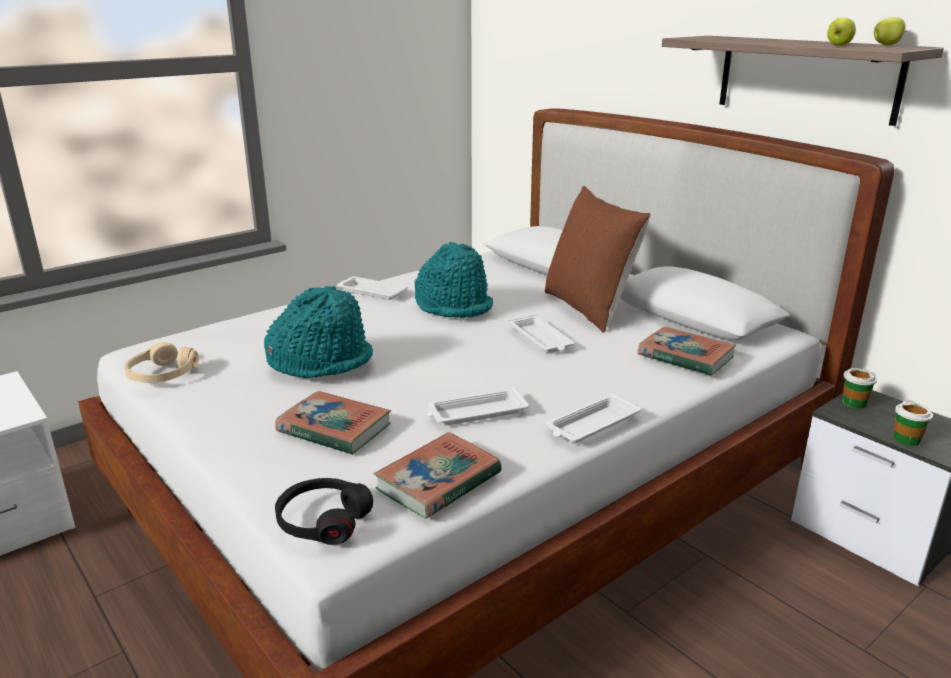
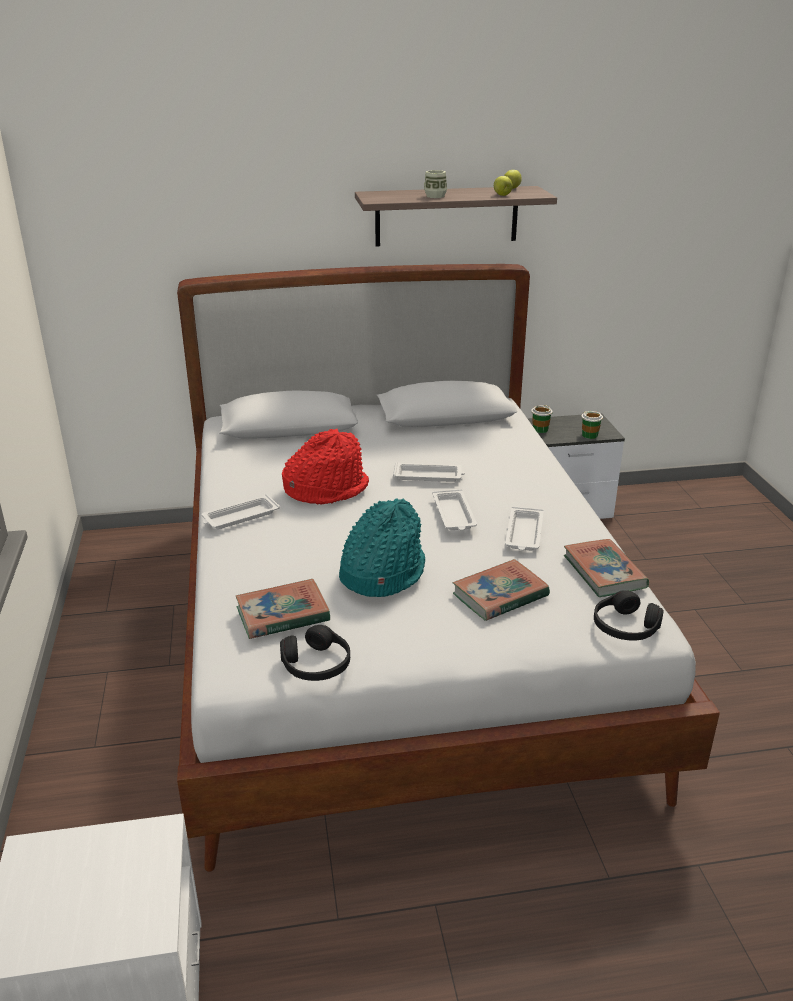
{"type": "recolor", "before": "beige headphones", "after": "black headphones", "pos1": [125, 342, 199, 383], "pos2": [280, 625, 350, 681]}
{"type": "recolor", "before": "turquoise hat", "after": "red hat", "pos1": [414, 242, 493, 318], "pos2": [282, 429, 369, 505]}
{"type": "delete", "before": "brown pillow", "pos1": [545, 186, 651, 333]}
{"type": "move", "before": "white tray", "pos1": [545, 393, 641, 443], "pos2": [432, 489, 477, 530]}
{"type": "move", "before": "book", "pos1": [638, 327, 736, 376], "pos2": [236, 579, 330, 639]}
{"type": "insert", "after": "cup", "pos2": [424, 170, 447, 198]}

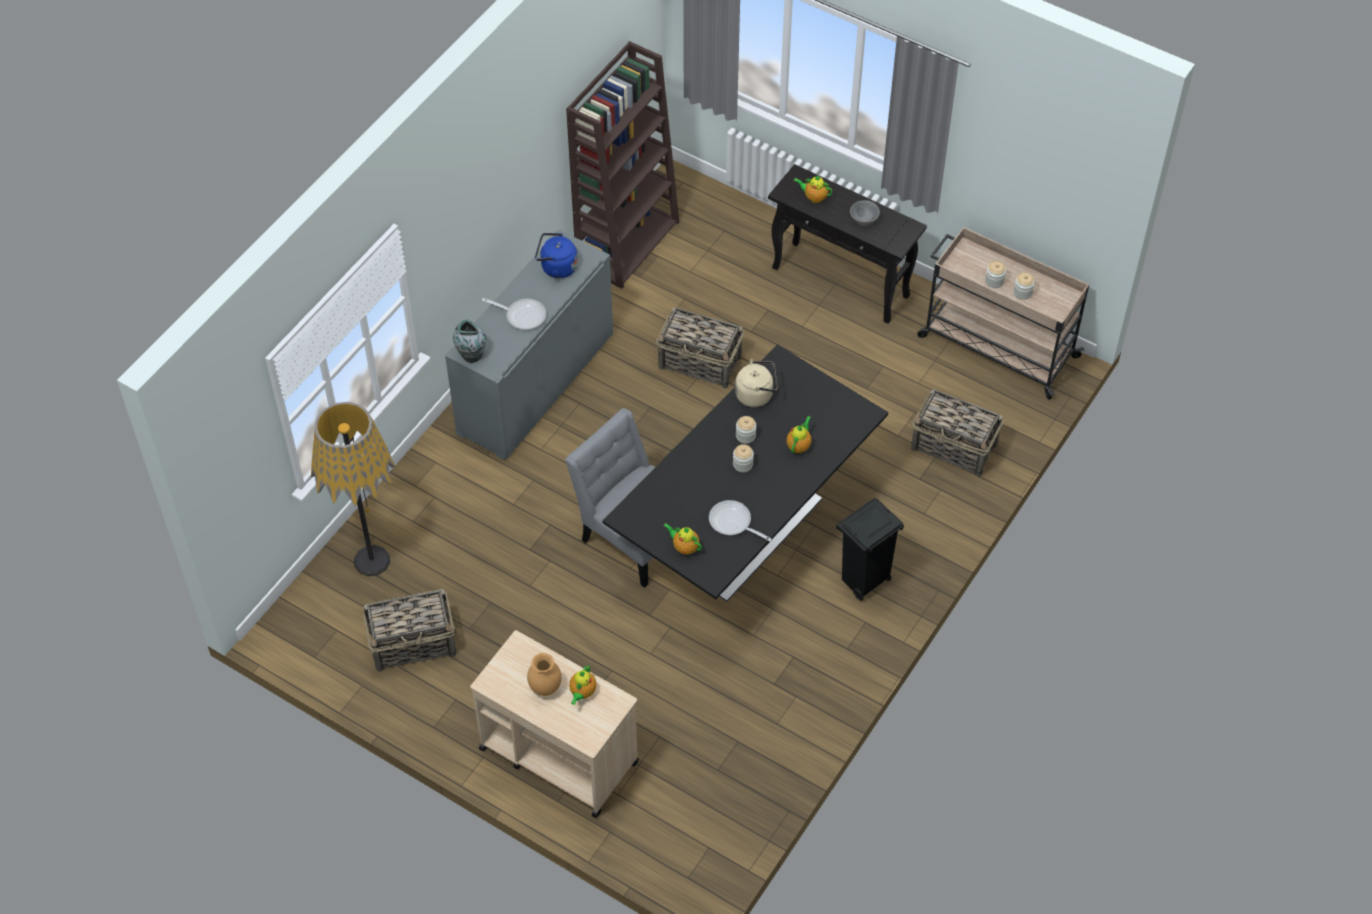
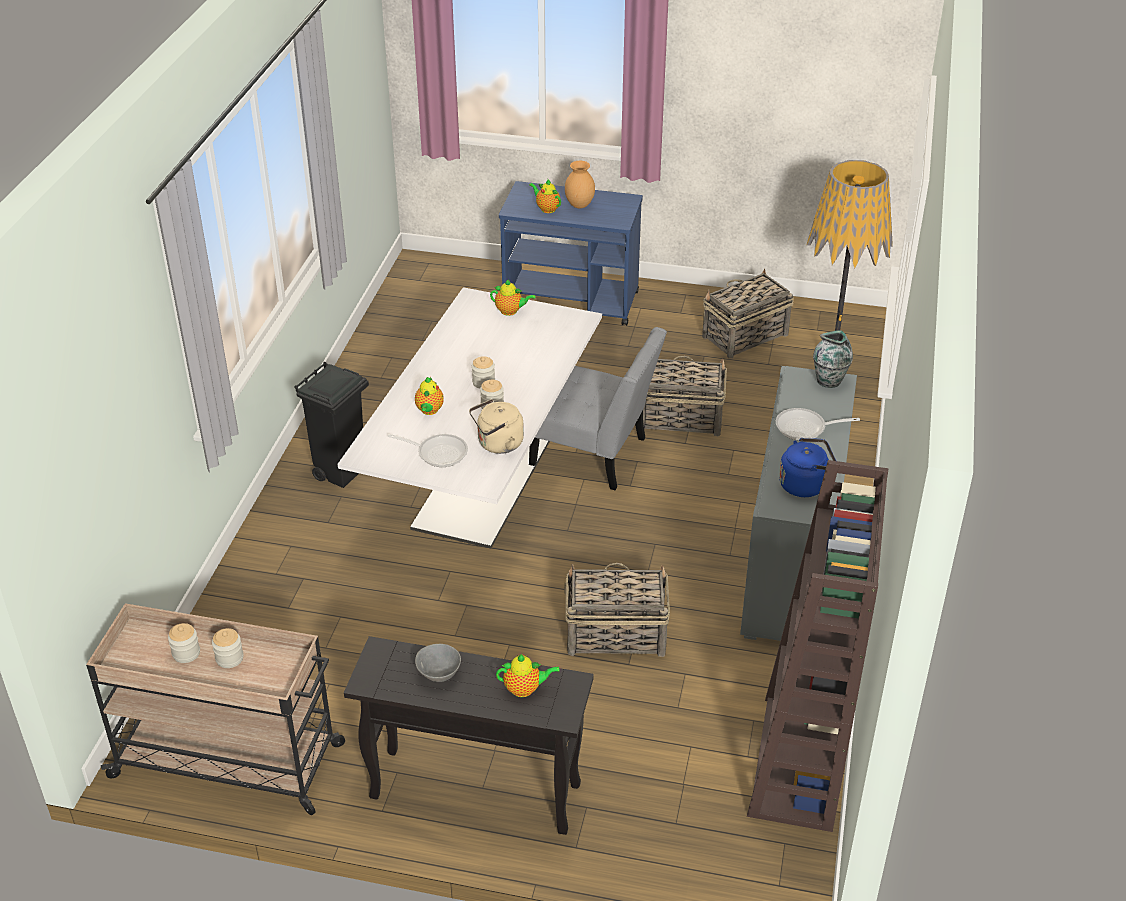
{"type": "recolor", "before": "beige cart", "after": "blue cart", "pos1": [470, 630, 639, 818], "pos2": [499, 181, 643, 326]}
{"type": "rotate", "before": "teapot", "pos1": [569, 666, 597, 705], "pos2": [529, 180, 561, 213], "turn": -45}
{"type": "recolor", "before": "black dining table", "after": "white dining table", "pos1": [603, 344, 888, 602], "pos2": [338, 287, 602, 548]}
{"type": "move", "before": "frying pan", "pos1": [709, 500, 772, 541], "pos2": [388, 434, 468, 467]}
{"type": "move", "before": "basket", "pos1": [911, 389, 1004, 477], "pos2": [643, 356, 727, 436]}

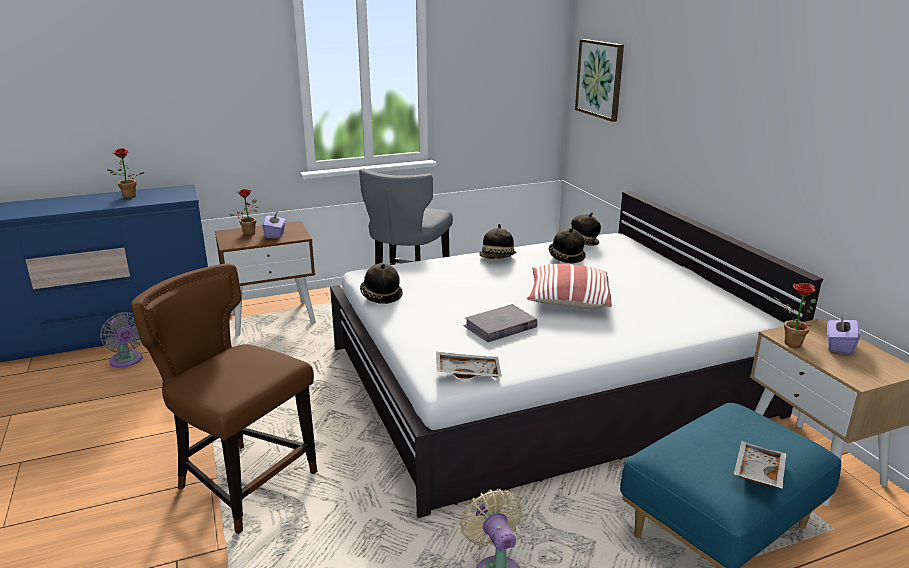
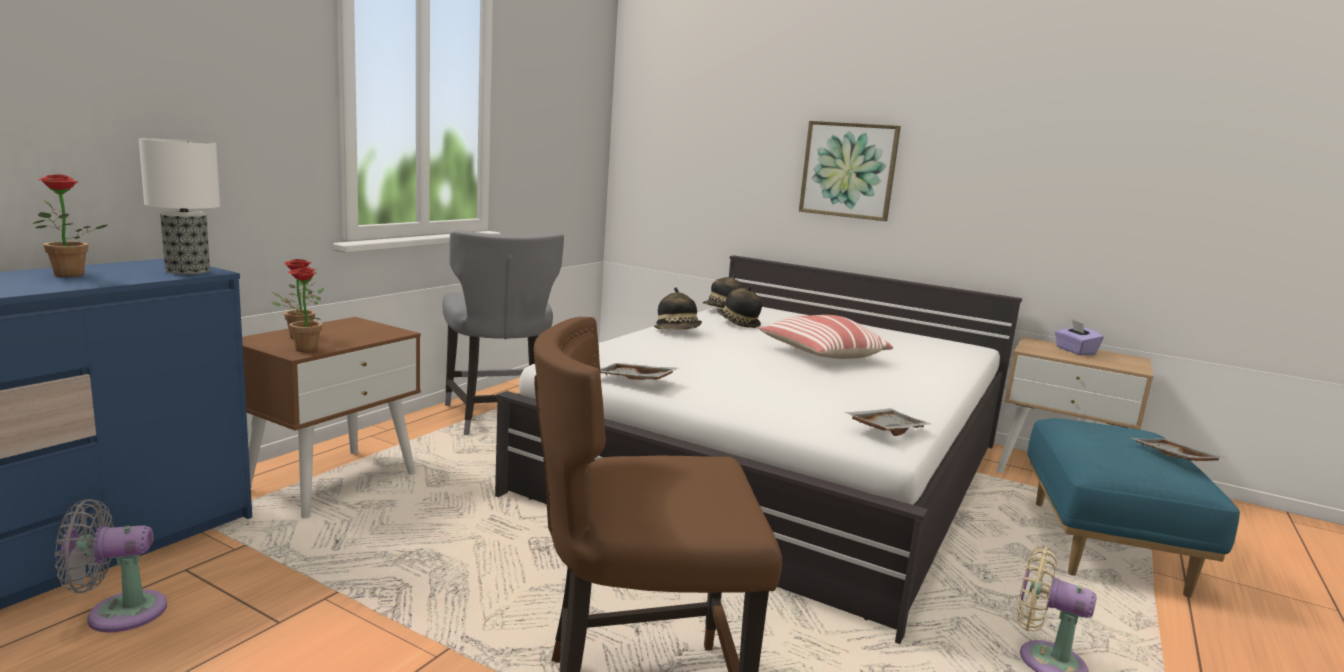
{"type": "rotate", "before": "grey fan", "pos1": [100, 312, 143, 368], "pos2": [55, 499, 167, 633], "turn": 150}
{"type": "delete", "before": "purple tissue box", "pos1": [262, 211, 286, 238]}
{"type": "replace", "before": "hat", "after": "grey tray", "pos1": [360, 263, 403, 304], "pos2": [600, 363, 678, 380]}
{"type": "delete", "before": "grey book", "pos1": [463, 304, 538, 342]}
{"type": "move", "before": "picture", "pos1": [575, 39, 624, 122], "pos2": [799, 121, 901, 221]}
{"type": "move", "before": "potted plant", "pos1": [774, 283, 816, 348], "pos2": [272, 267, 324, 352]}
{"type": "insert", "after": "table lamp", "pos2": [139, 138, 220, 274]}

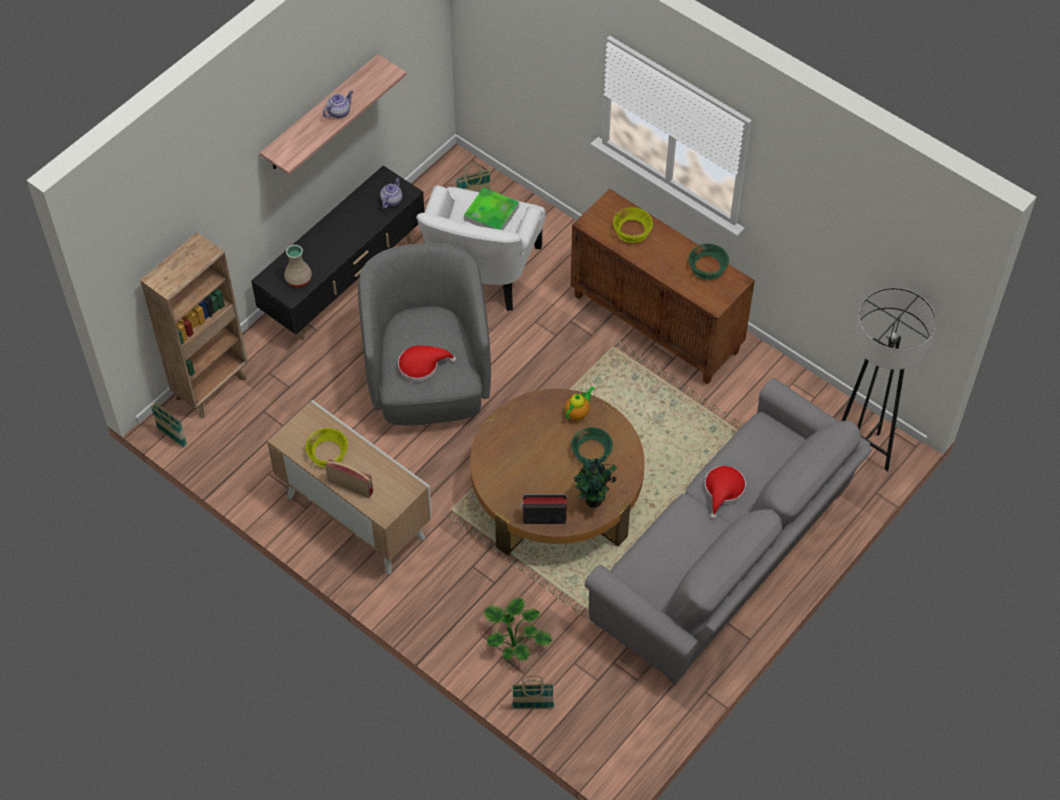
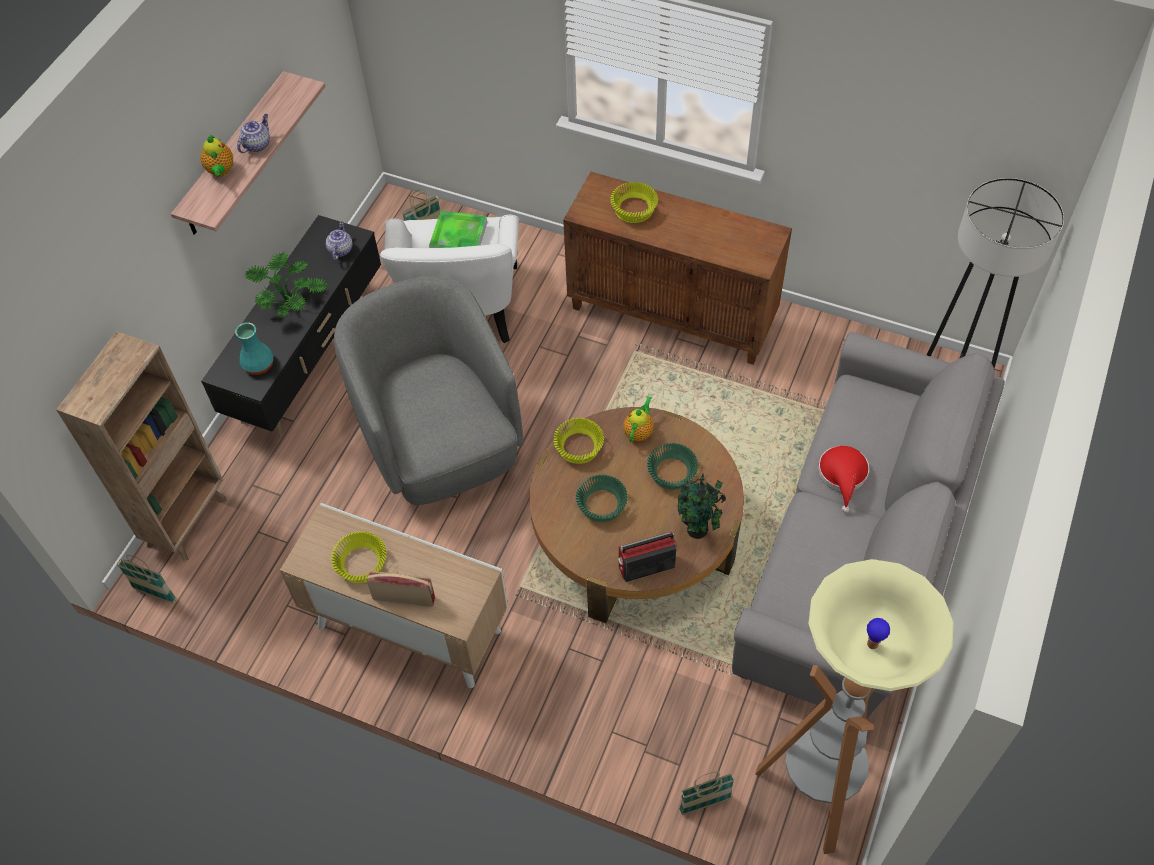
{"type": "recolor", "before": "beige vase", "after": "turquoise vase", "pos1": [284, 245, 312, 287], "pos2": [235, 322, 274, 375]}
{"type": "delete", "before": "red hat", "pos1": [398, 345, 456, 382]}
{"type": "move", "before": "potted plant", "pos1": [483, 597, 553, 661], "pos2": [245, 252, 328, 318]}
{"type": "move", "before": "green bowl", "pos1": [688, 243, 729, 280], "pos2": [576, 474, 628, 522]}
{"type": "insert", "after": "teapot", "pos2": [200, 135, 233, 177]}
{"type": "insert", "after": "yellow bowl", "pos2": [553, 418, 604, 464]}
{"type": "insert", "after": "floor lamp", "pos2": [755, 559, 954, 854]}

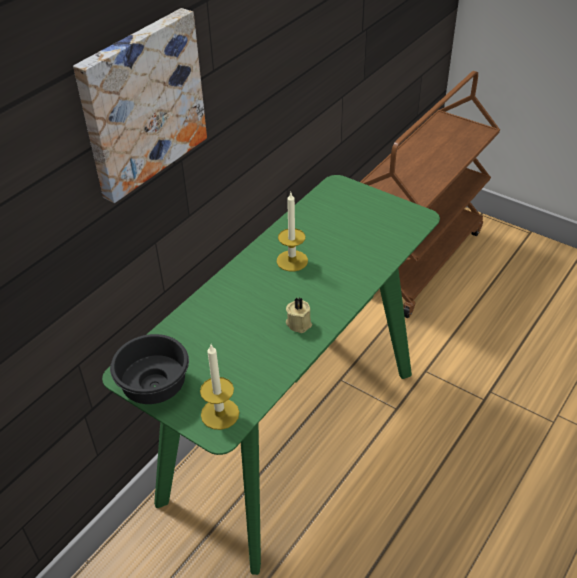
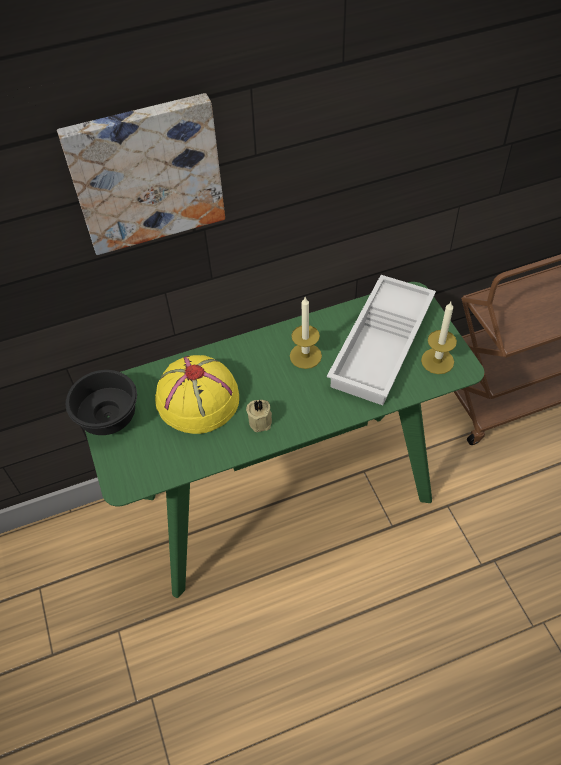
{"type": "move", "before": "candle", "pos1": [200, 345, 239, 430], "pos2": [421, 302, 457, 374]}
{"type": "insert", "after": "yellow hat", "pos2": [155, 355, 239, 434]}
{"type": "insert", "after": "white tray", "pos2": [327, 275, 436, 405]}

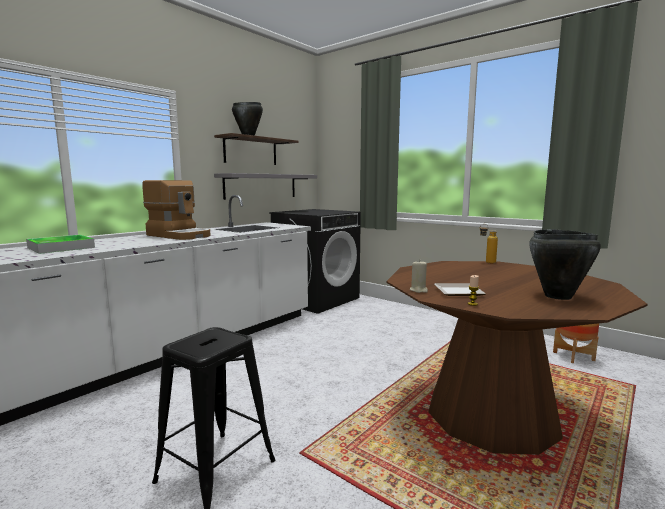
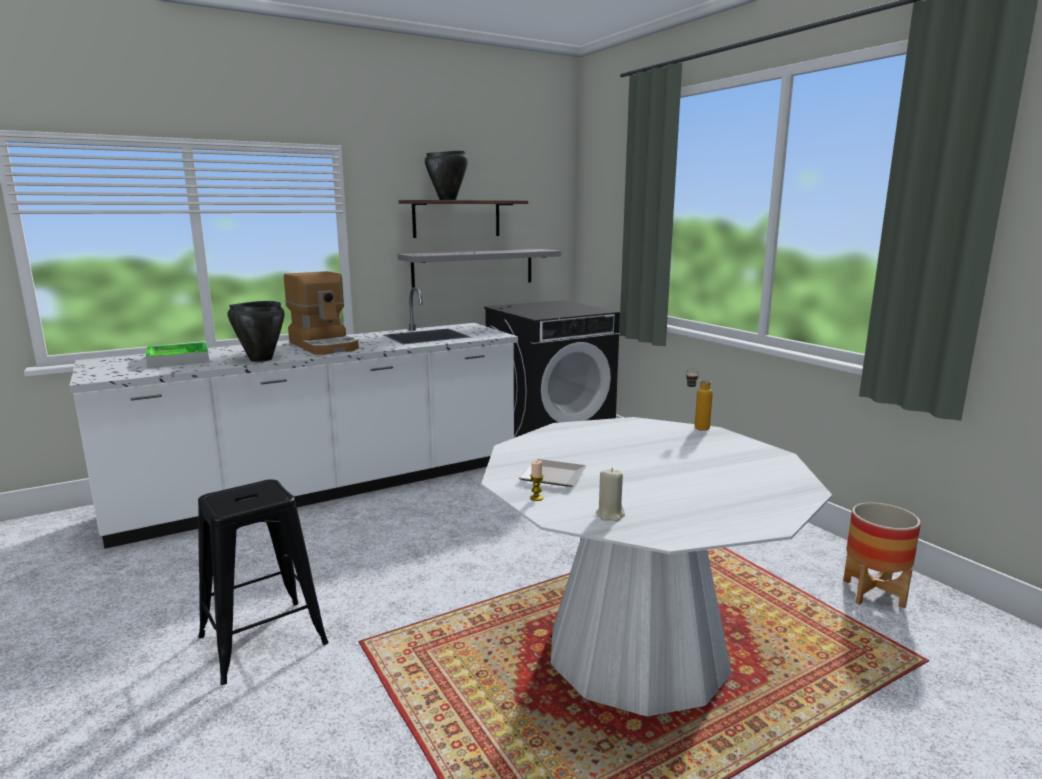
{"type": "recolor", "before": "brown dining table", "after": "white dining table", "pos1": [387, 261, 648, 455], "pos2": [481, 417, 832, 716]}
{"type": "move", "before": "beige candle", "pos1": [410, 261, 428, 293], "pos2": [596, 468, 625, 522]}
{"type": "move", "before": "black cooking pot", "pos1": [529, 229, 601, 300], "pos2": [228, 301, 284, 362]}

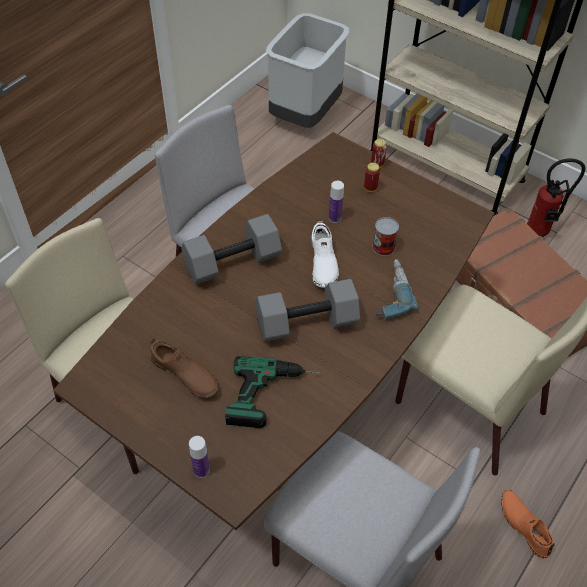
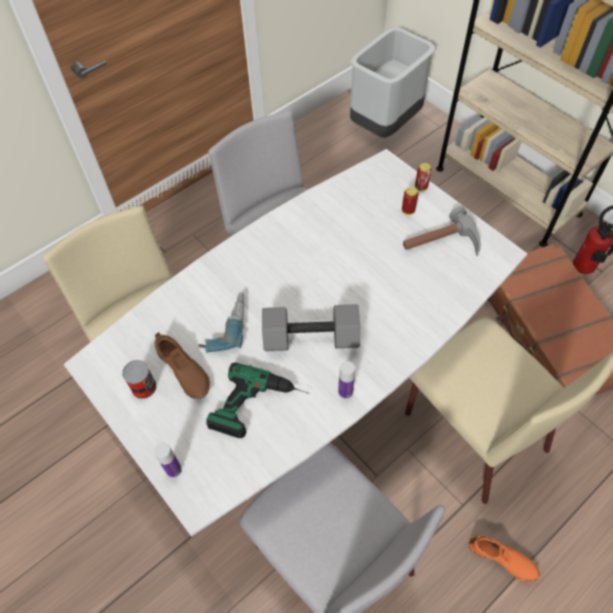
{"type": "recolor", "before": "brown dining table", "after": "white dining table", "pos1": [53, 132, 494, 530], "pos2": [64, 149, 527, 537]}
{"type": "delete", "before": "grey dumbbell", "pos1": [181, 214, 282, 285]}
{"type": "delete", "before": "white shoe", "pos1": [312, 220, 339, 288]}
{"type": "move", "before": "bottle", "pos1": [329, 181, 344, 223], "pos2": [338, 361, 355, 399]}
{"type": "move", "before": "can", "pos1": [372, 217, 399, 256], "pos2": [122, 360, 157, 399]}
{"type": "move", "before": "power drill", "pos1": [376, 259, 417, 319], "pos2": [198, 292, 244, 353]}
{"type": "rotate", "before": "orange shoe", "pos1": [501, 489, 555, 559], "pos2": [469, 535, 540, 582], "turn": 135}
{"type": "insert", "after": "hammer", "pos2": [403, 206, 481, 256]}

